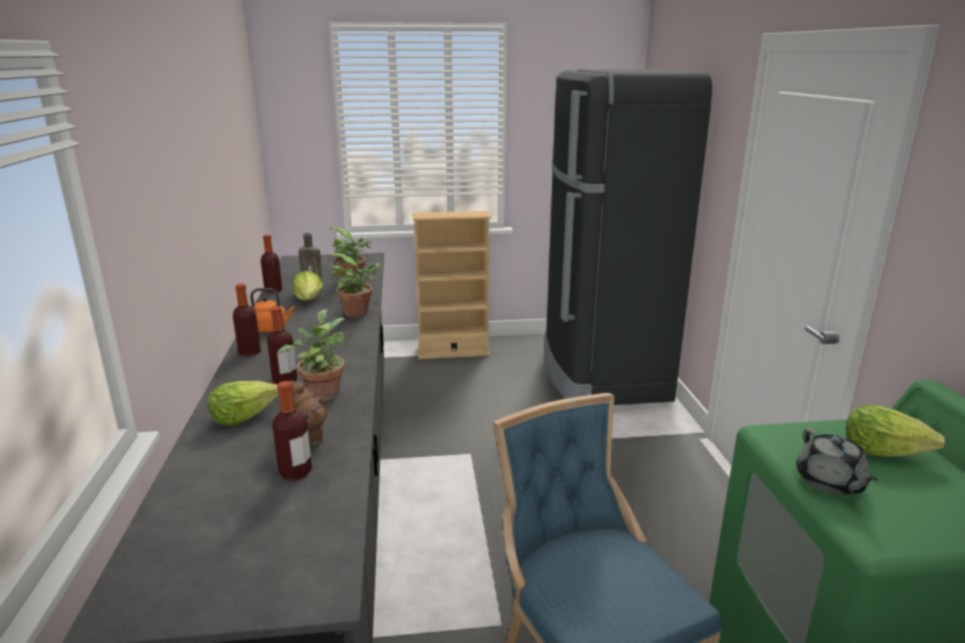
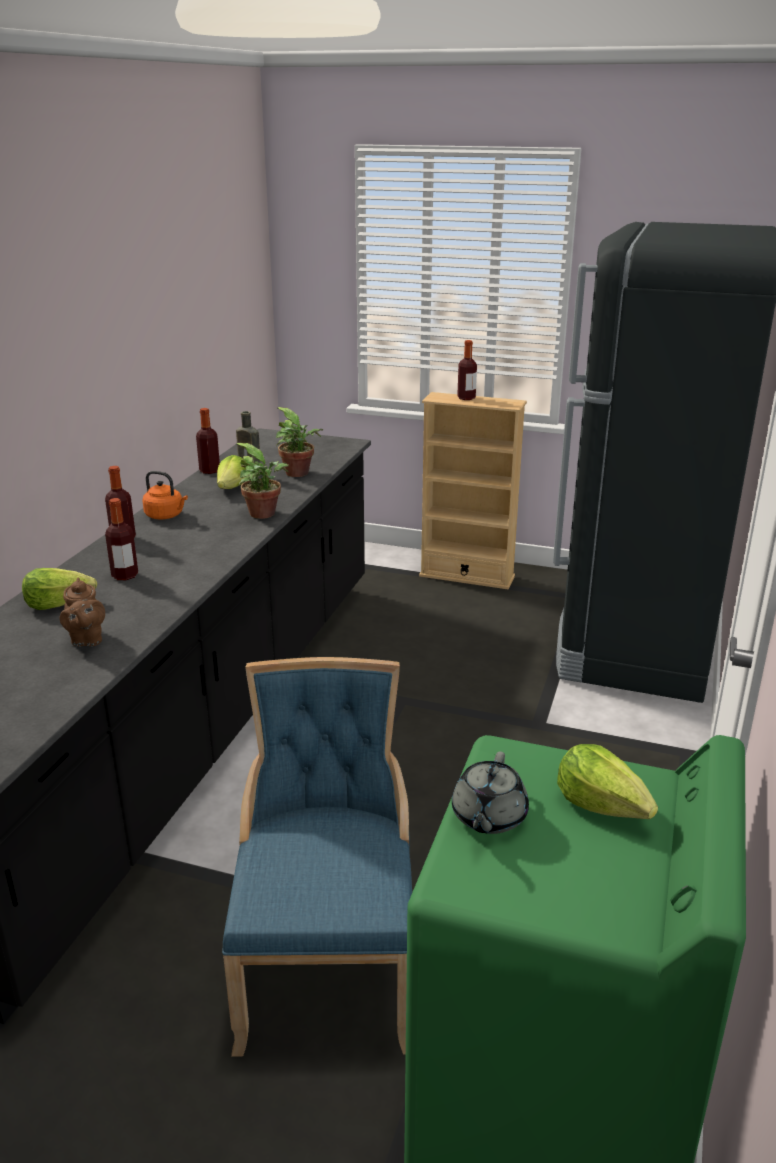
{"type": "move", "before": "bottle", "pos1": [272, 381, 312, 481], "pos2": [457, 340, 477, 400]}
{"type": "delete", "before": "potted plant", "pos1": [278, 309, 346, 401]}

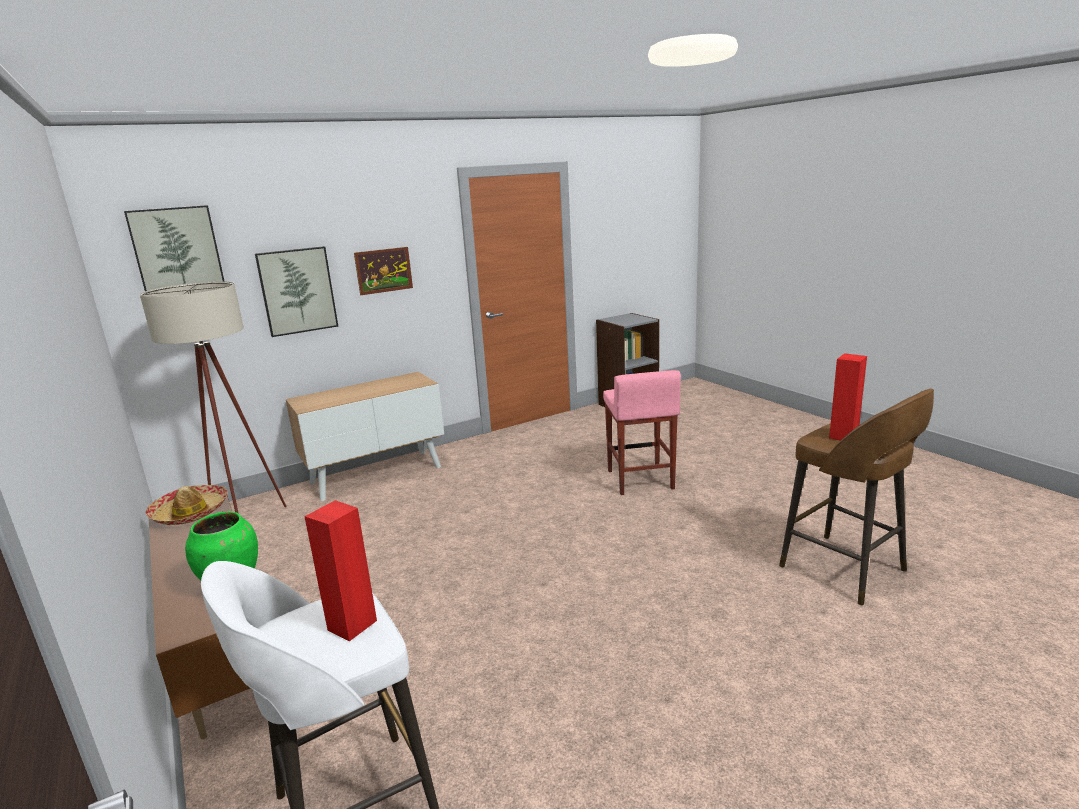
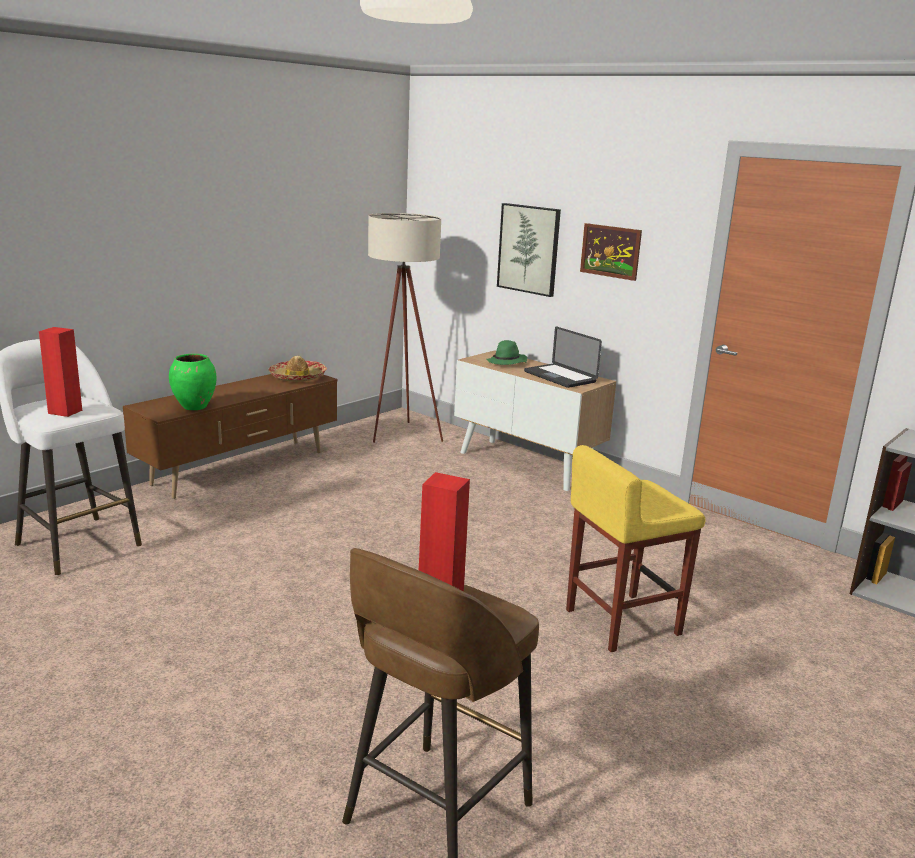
{"type": "delete", "before": "picture", "pos1": [124, 205, 224, 291]}
{"type": "recolor", "before": "pink stool", "after": "yellow stool", "pos1": [603, 370, 681, 495], "pos2": [566, 445, 705, 652]}
{"type": "insert", "after": "green hat", "pos2": [486, 340, 527, 365]}
{"type": "insert", "after": "laptop", "pos2": [524, 326, 602, 388]}

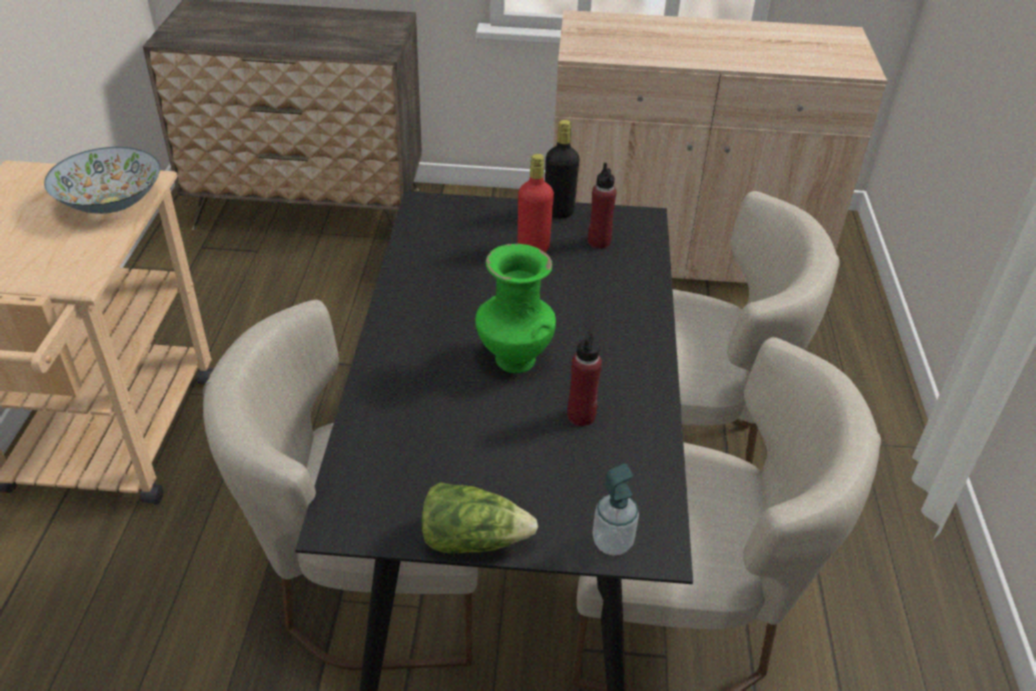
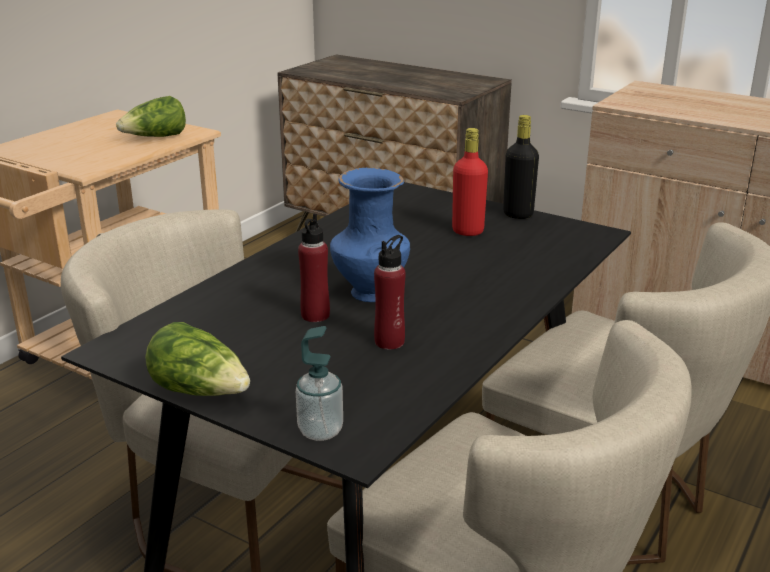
{"type": "replace", "before": "bowl", "after": "lettuce", "pos1": [44, 147, 160, 214], "pos2": [116, 96, 186, 137]}
{"type": "recolor", "before": "green vase", "after": "blue vase", "pos1": [475, 244, 556, 373], "pos2": [330, 168, 410, 302]}
{"type": "move", "before": "red bottle", "pos1": [588, 163, 617, 249], "pos2": [298, 214, 330, 322]}

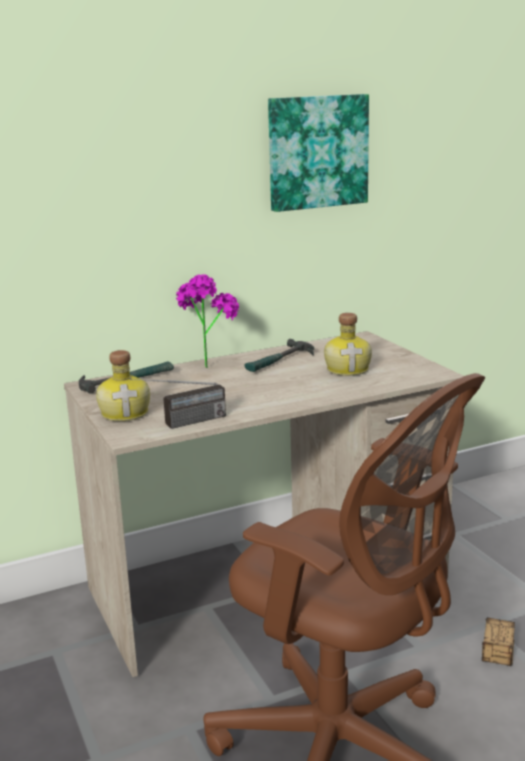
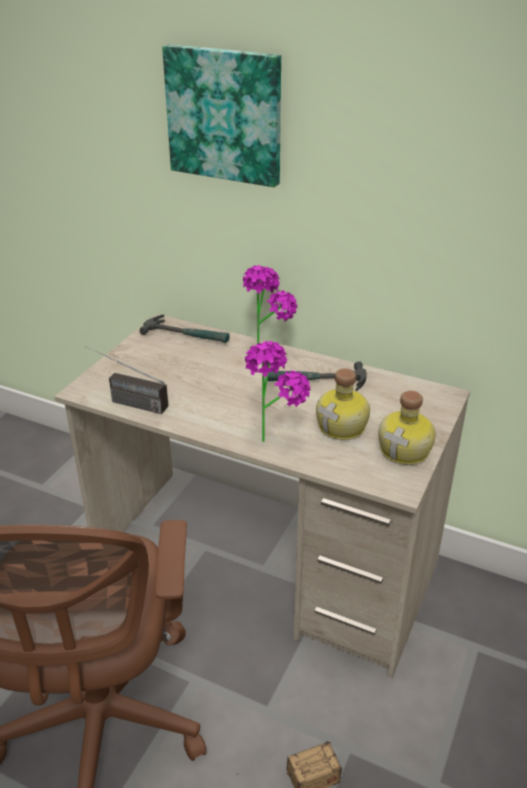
{"type": "move", "before": "bottle", "pos1": [96, 350, 150, 421], "pos2": [378, 391, 436, 465]}
{"type": "move", "before": "picture", "pos1": [268, 94, 369, 212], "pos2": [162, 44, 281, 187]}
{"type": "insert", "after": "potted plant", "pos2": [245, 341, 311, 442]}

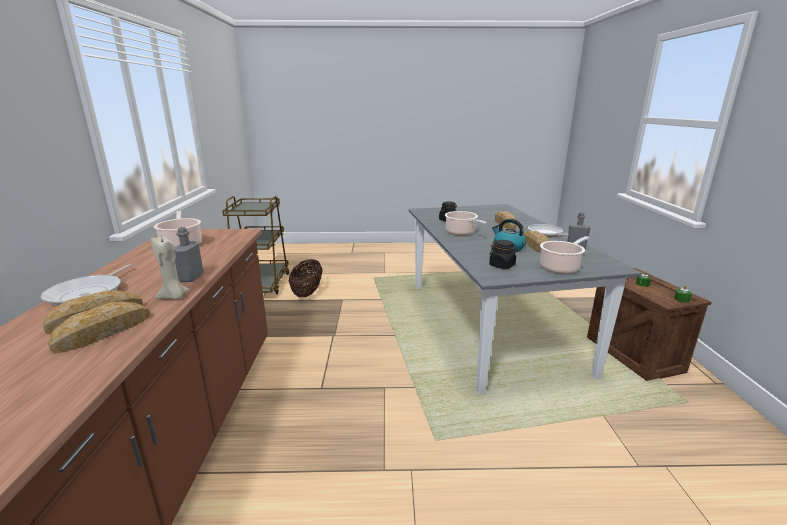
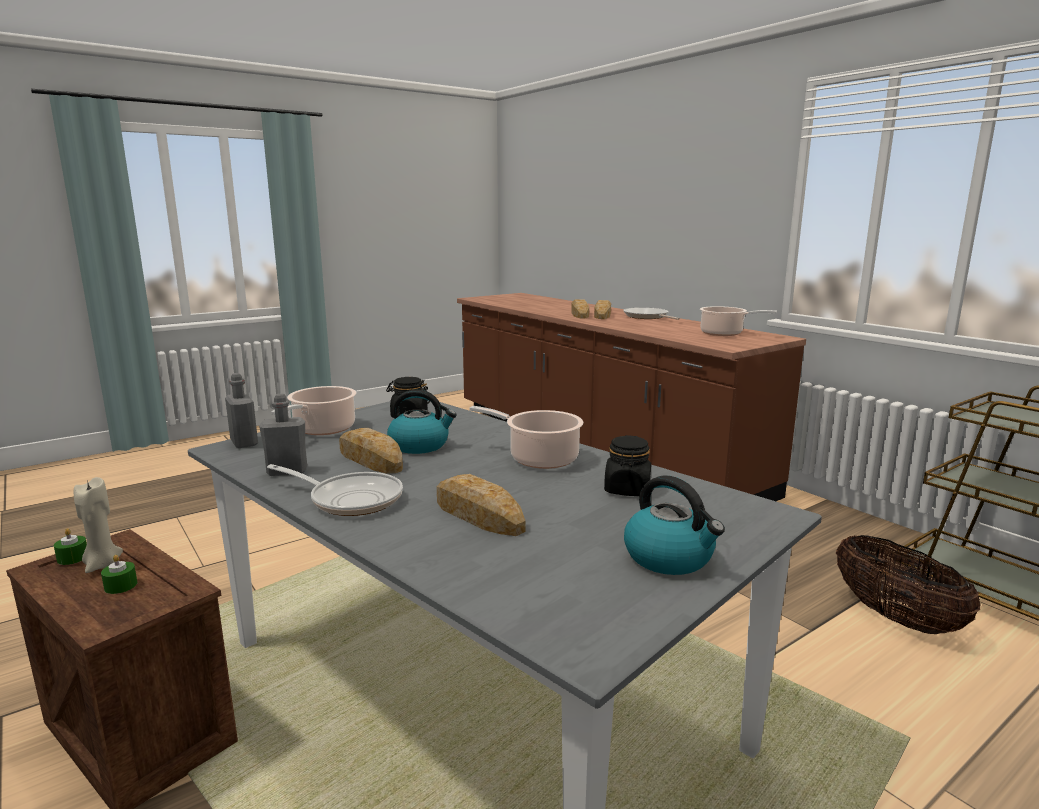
{"type": "move", "before": "beige candle", "pos1": [151, 236, 189, 299], "pos2": [74, 477, 123, 573]}
{"type": "move", "before": "grey bottle", "pos1": [175, 227, 204, 282], "pos2": [225, 373, 258, 448]}
{"type": "insert", "after": "kettle", "pos2": [624, 475, 725, 575]}

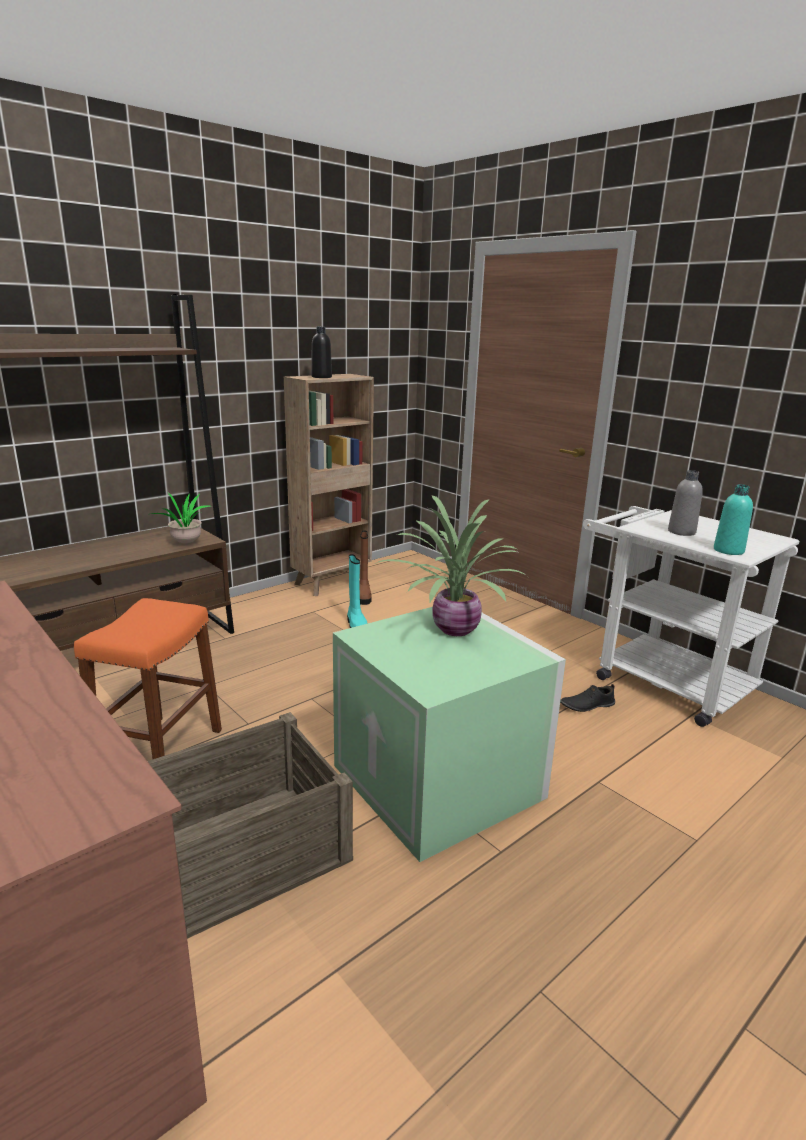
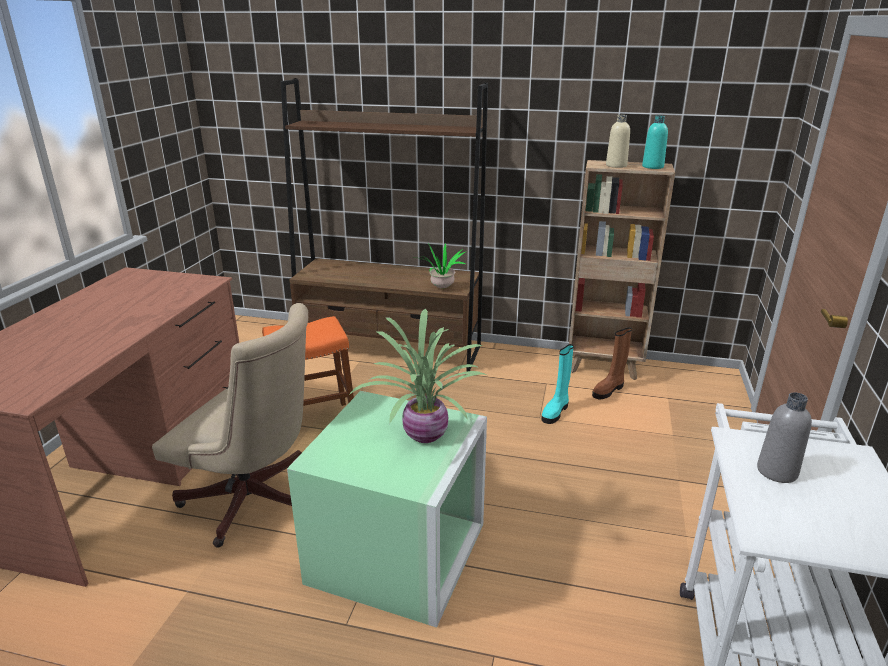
{"type": "replace", "before": "crate", "after": "beige office chair", "pos1": [147, 712, 353, 939], "pos2": [152, 303, 308, 547]}
{"type": "recolor", "before": "black bottle", "after": "beige bottle", "pos1": [311, 327, 332, 378], "pos2": [606, 115, 630, 168]}
{"type": "delete", "before": "black shoe", "pos1": [560, 684, 615, 712]}
{"type": "move", "before": "turquoise bottle", "pos1": [714, 484, 753, 555], "pos2": [642, 115, 668, 169]}

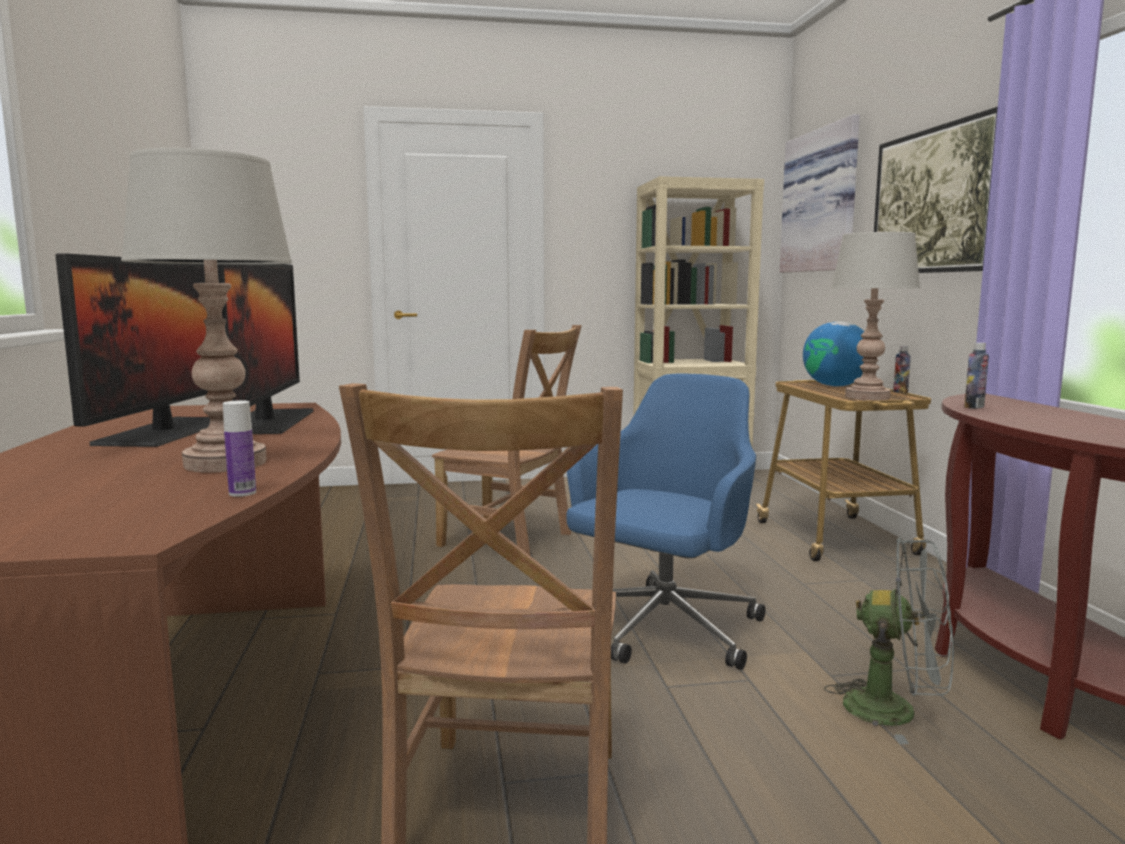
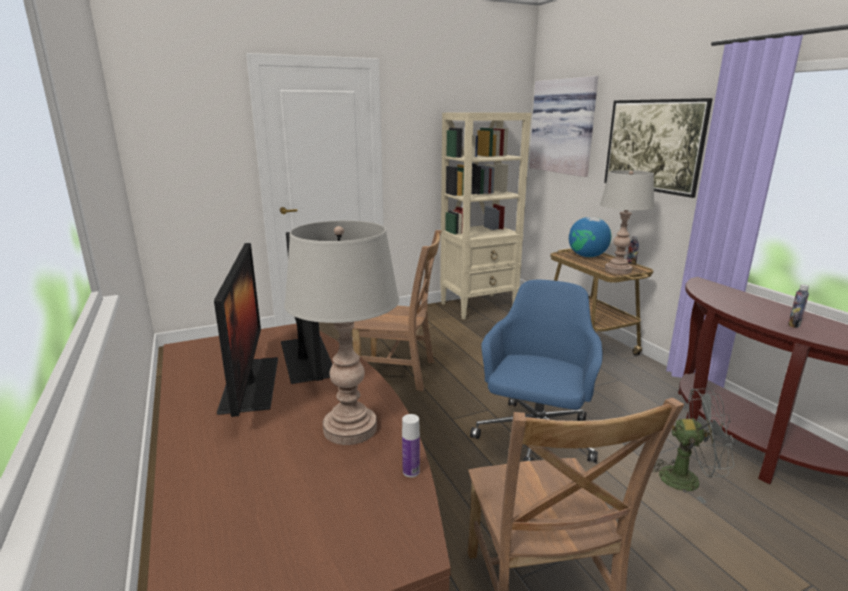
{"type": "move", "before": "bottle", "pos1": [964, 343, 989, 408], "pos2": [788, 284, 809, 328]}

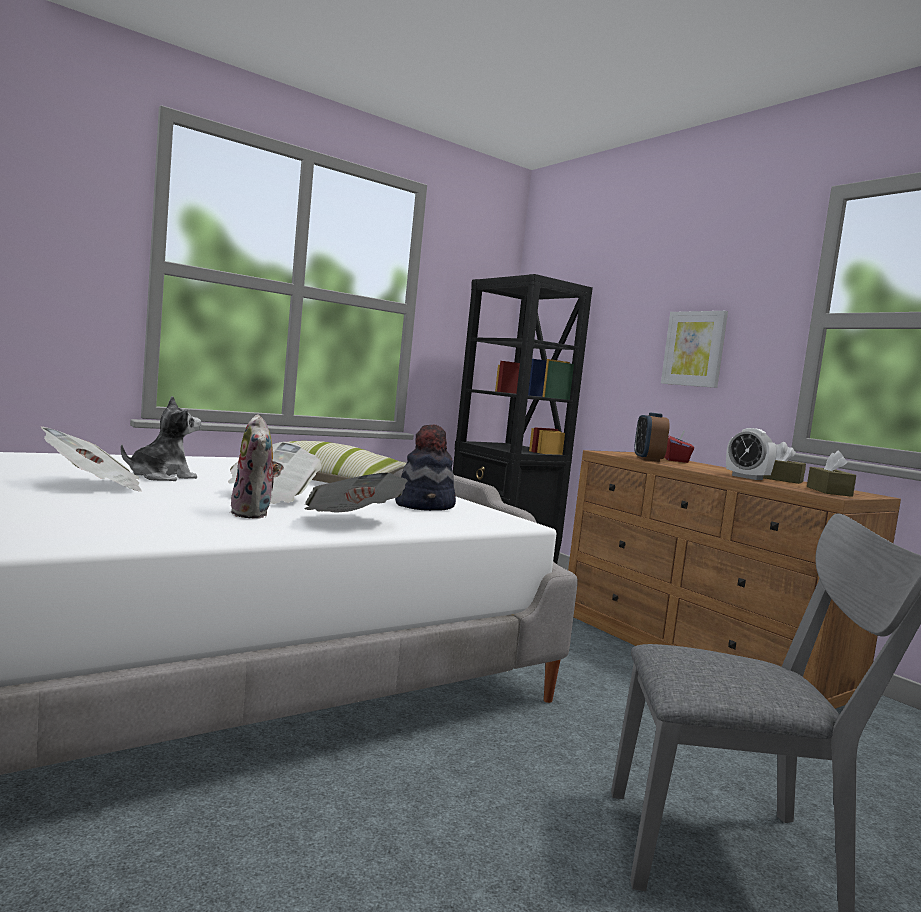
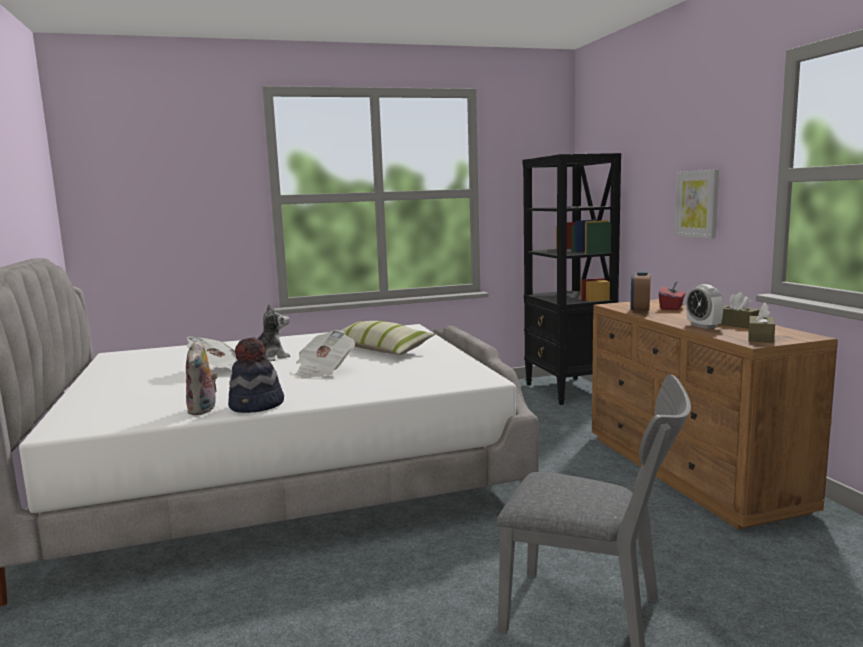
{"type": "move", "before": "plush toy", "pos1": [230, 414, 280, 519], "pos2": [186, 340, 218, 415]}
{"type": "delete", "before": "newspaper", "pos1": [304, 473, 407, 512]}
{"type": "move", "before": "hat", "pos1": [395, 425, 456, 511], "pos2": [228, 337, 284, 413]}

